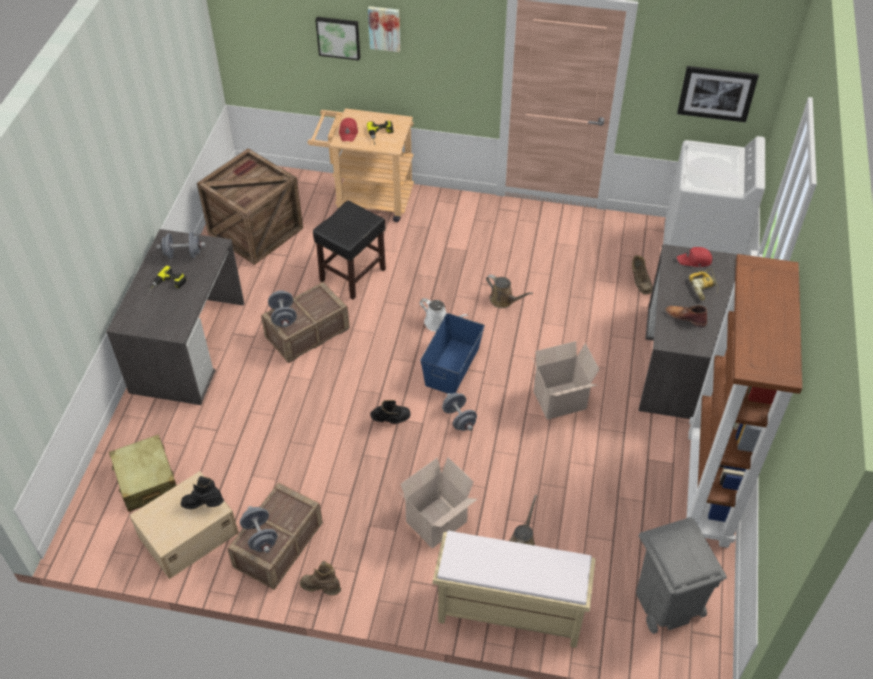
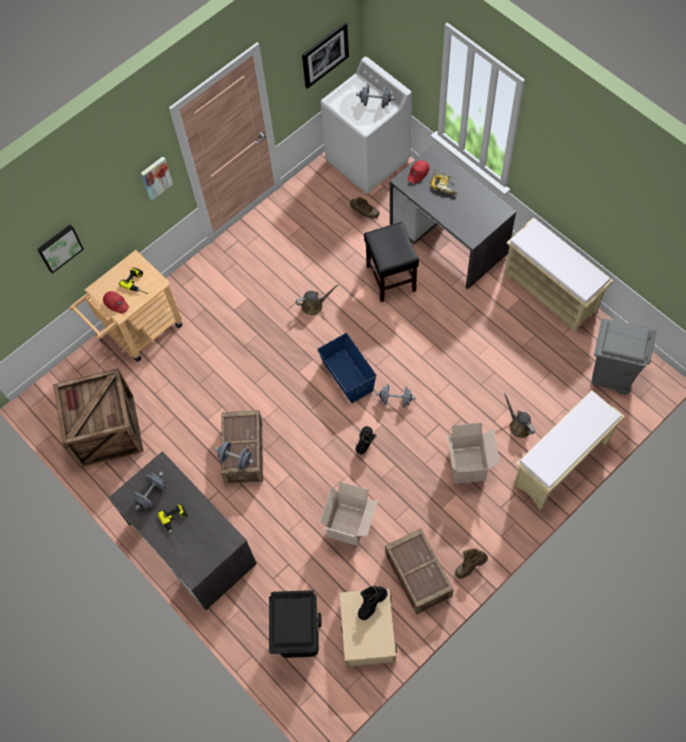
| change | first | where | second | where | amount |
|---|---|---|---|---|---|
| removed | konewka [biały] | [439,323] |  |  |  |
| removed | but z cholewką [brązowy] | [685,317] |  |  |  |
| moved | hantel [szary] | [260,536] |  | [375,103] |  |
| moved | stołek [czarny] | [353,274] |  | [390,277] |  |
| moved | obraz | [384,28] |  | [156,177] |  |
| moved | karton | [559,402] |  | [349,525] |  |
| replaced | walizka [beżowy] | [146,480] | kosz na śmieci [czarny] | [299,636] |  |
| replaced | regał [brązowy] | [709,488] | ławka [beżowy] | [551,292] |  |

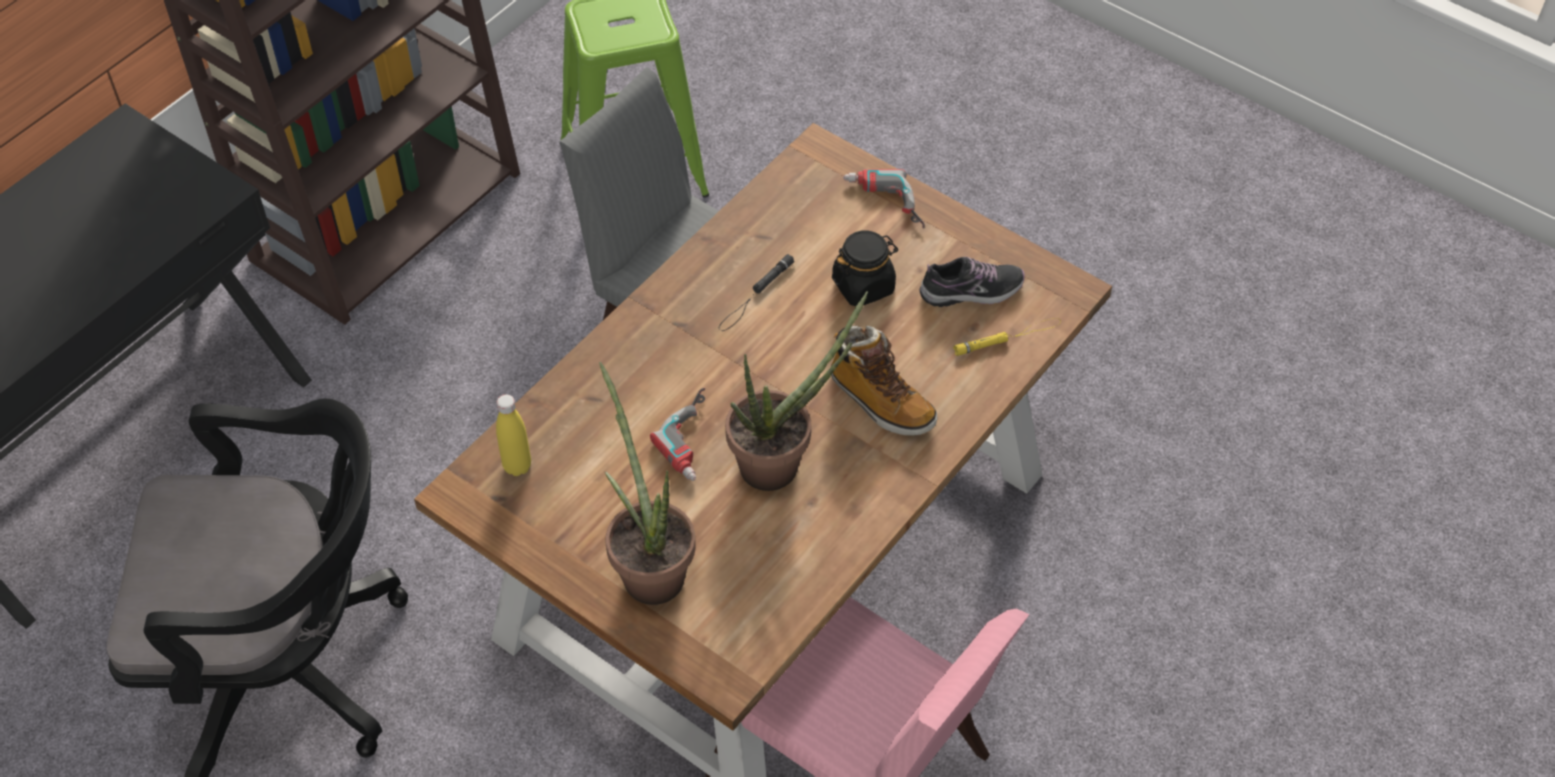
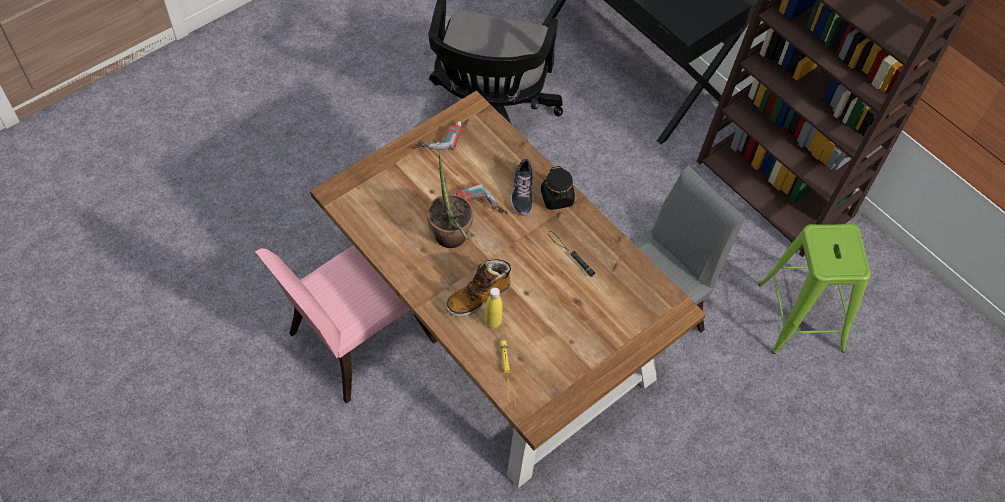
| change | first | where | second | where | amount |
|---|---|---|---|---|---|
| removed | roślina doniczkowa | [649,567] |  |  |  |
| moved | butelka [żółty] | [517,466] |  | [493,322] |  |
| moved | słoik [czarny] | [863,286] |  | [557,198] |  |
| moved | wiertarka | [883,205] |  | [437,137] |  |
| moved | but | [971,291] |  | [522,193] |  |

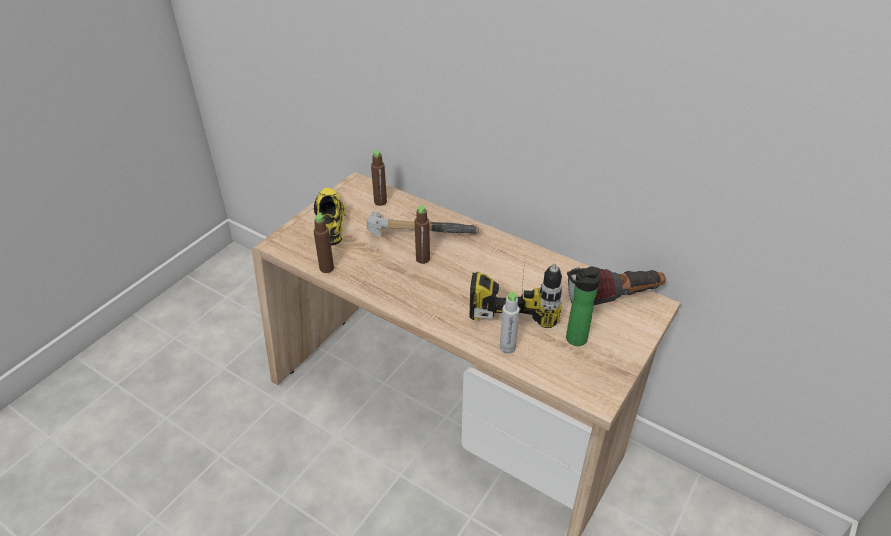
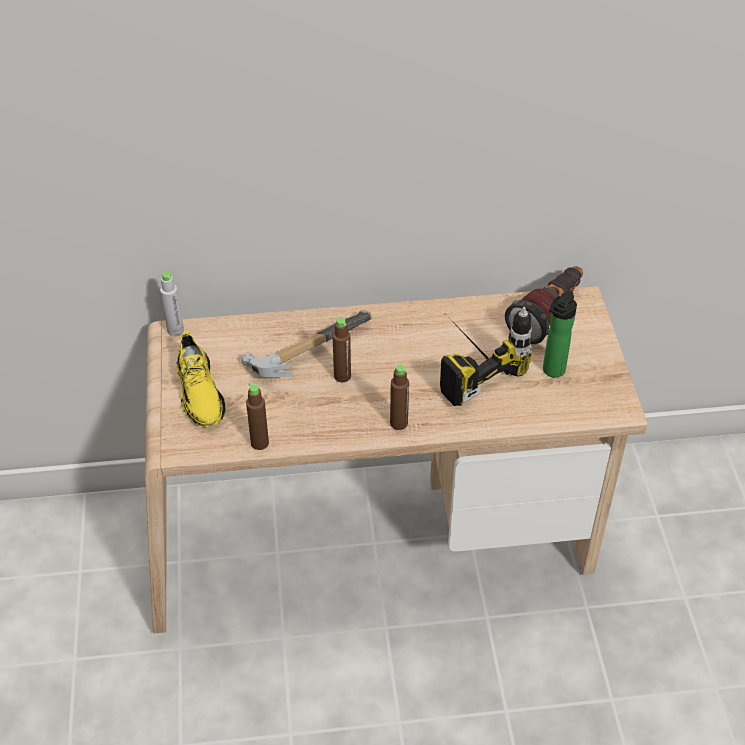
| change | first | where | second | where | amount |
|---|---|---|---|---|---|
| moved | butelka [brązowy] | [380,201] |  | [398,423] |  |
| moved | butelka [szary] | [507,347] |  | [175,330] |  |
| turned | but [żółty] | [330,221] |  | [199,392] | 150 degrees counterclockwise |

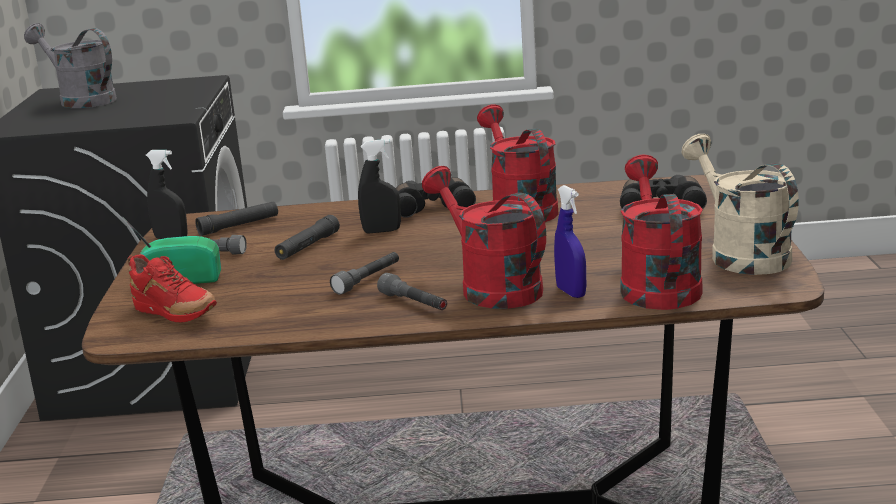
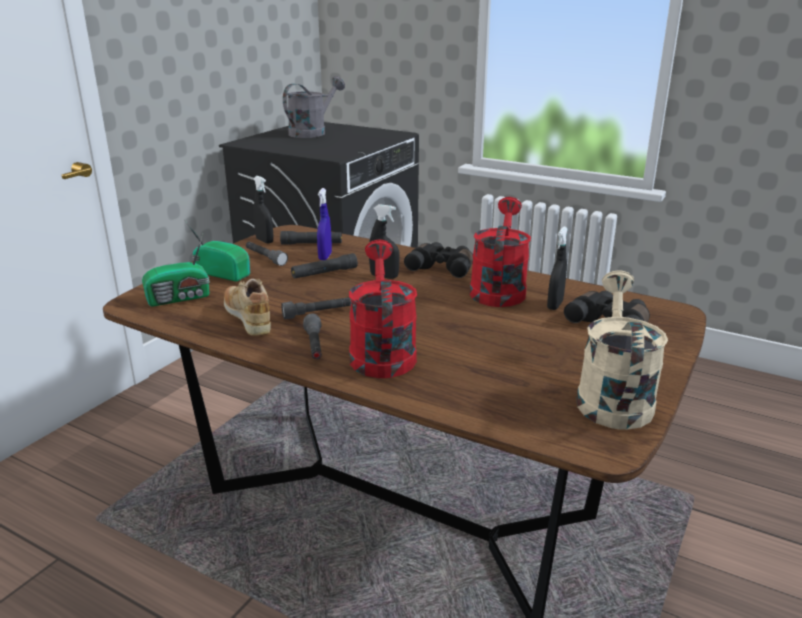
| change | first | where | second | where | amount |
|---|---|---|---|---|---|
| removed | konewka [czerwony] | [657,285] |  |  |  |
| added |  |  | but [beżowy] | [248,319] |  |
| added |  |  | spryskiwacz [czarny] | [555,305] |  |
| moved | spryskiwacz [niebieski] | [571,292] |  | [325,256] |  |
| replaced | but [czerwony] | [175,315] | radio | [180,298] |  |
| turned | konewka [szary] | [81,100] |  | [312,132] | 60 degrees clockwise |

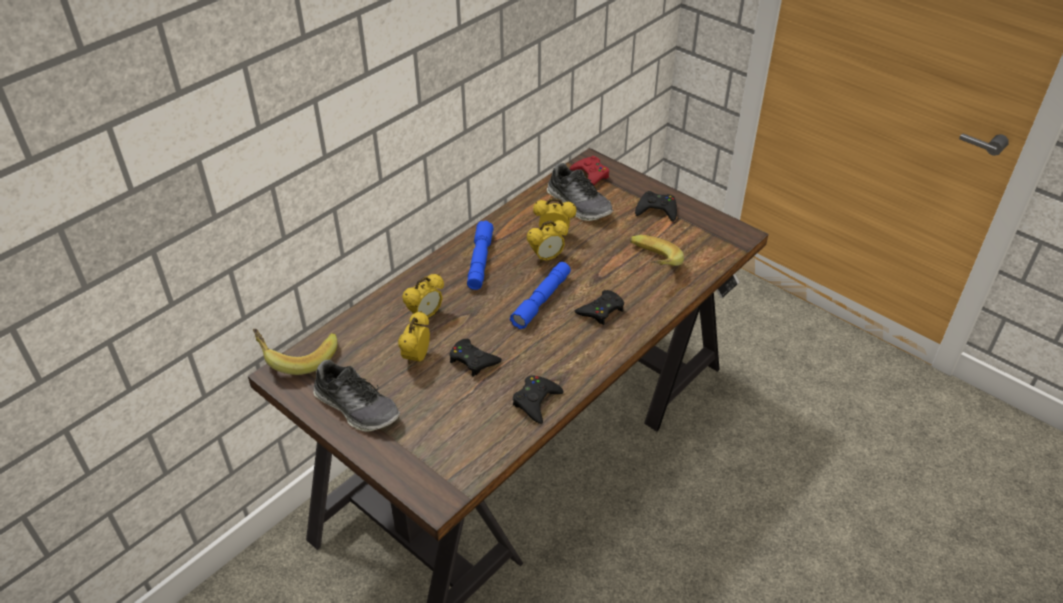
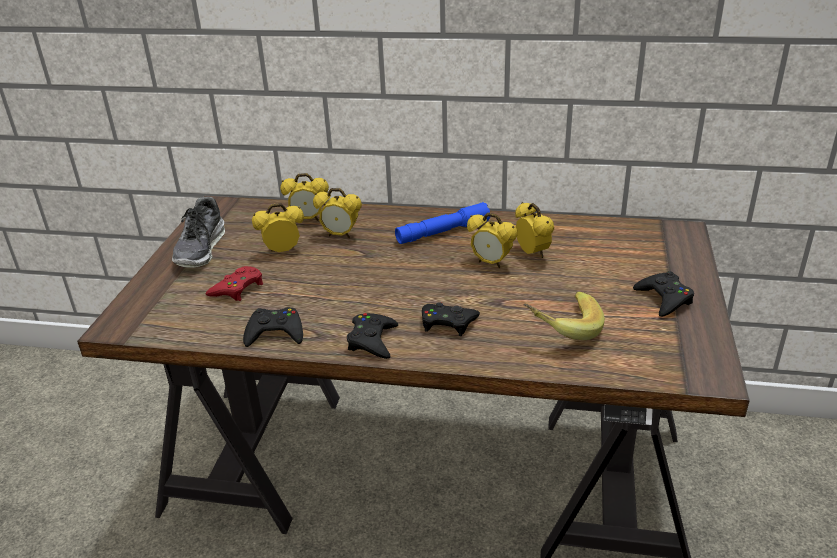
| change | first | where | second | where | amount |
|---|---|---|---|---|---|
| removed | banan | [297,356] |  |  |  |
| removed | latarka [niebieski] | [541,300] |  |  |  |
| removed | but | [579,204] |  |  |  |
| added |  |  | budzik | [308,219] |  |
| moved | pad do gier [czarny] | [473,360] |  | [372,340] |  |
| moved | pad do gier [czerwony] | [590,175] |  | [237,288] |  |

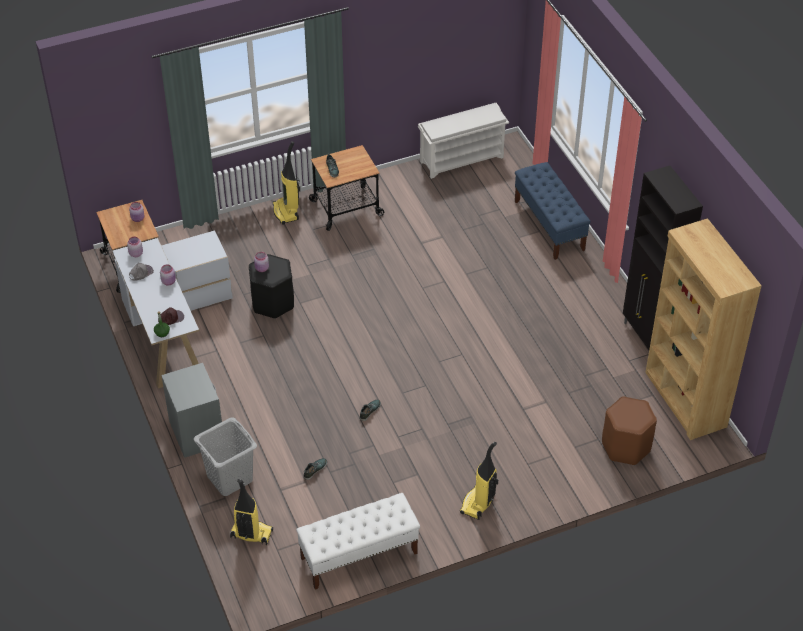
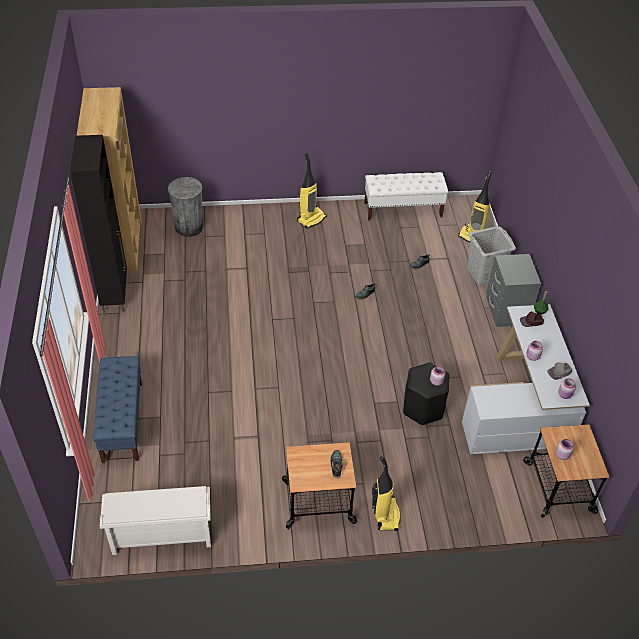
| change | first | where | second | where | amount |
|---|---|---|---|---|---|
| replaced | stołek [brązowy] | [626,446] | kosz na śmieci [szary] | [189,227] |  |

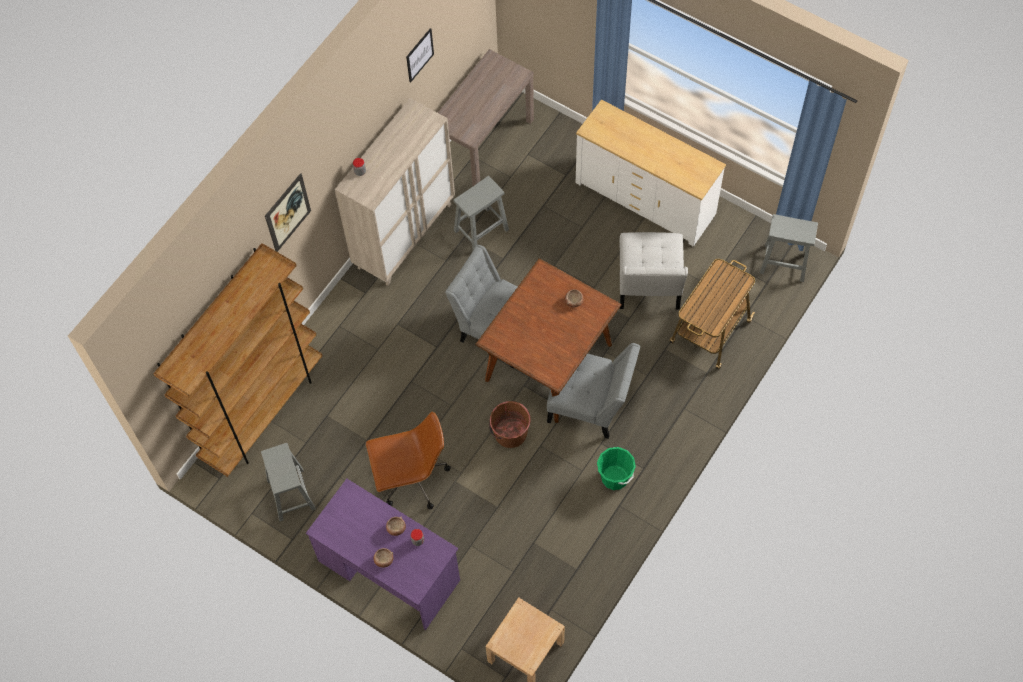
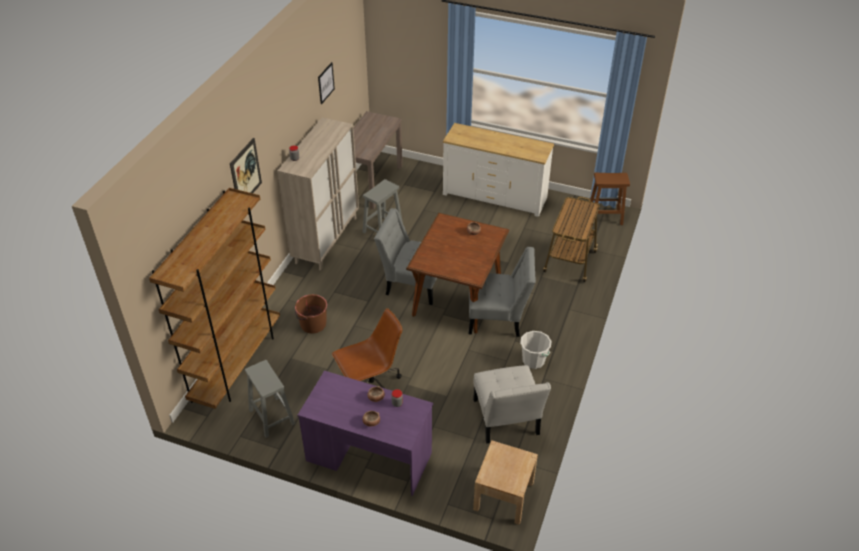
| change | first | where | second | where | amount |
|---|---|---|---|---|---|
| moved | wiadro [brązowy] | [510,433] |  | [312,324] |  |
| moved | krzesło [biały] | [648,287] |  | [506,421] |  |
| recoloured | wiadro [zielony] | [615,477] | wiadro [biały] | [533,361] |  |
| recoloured | stołek [szary] | [783,262] | stołek [brązowy] | [604,217] |  |

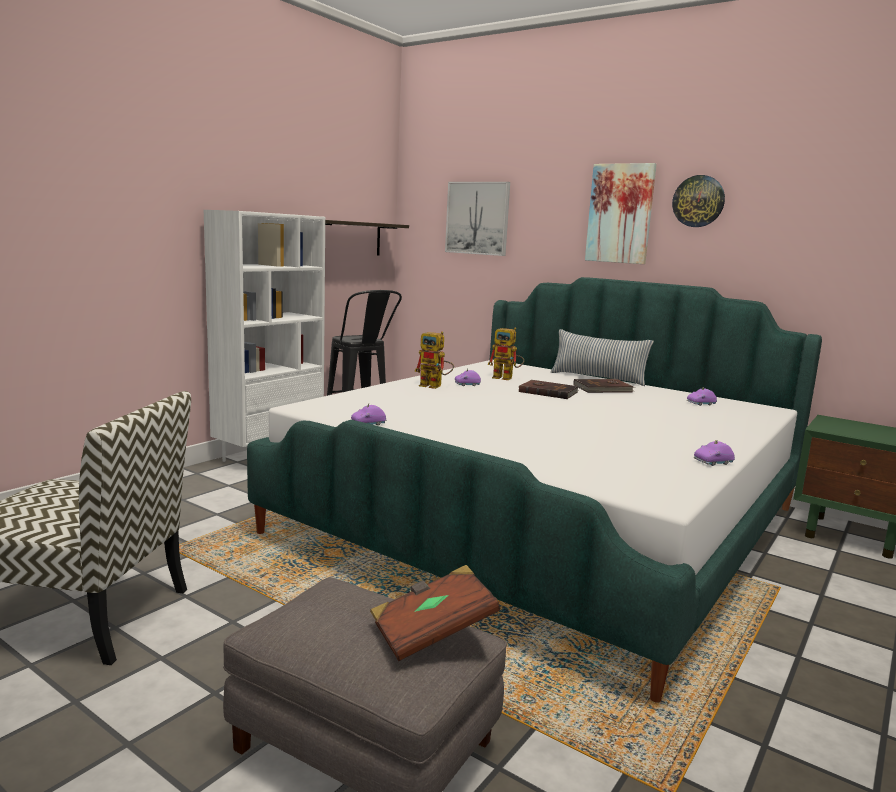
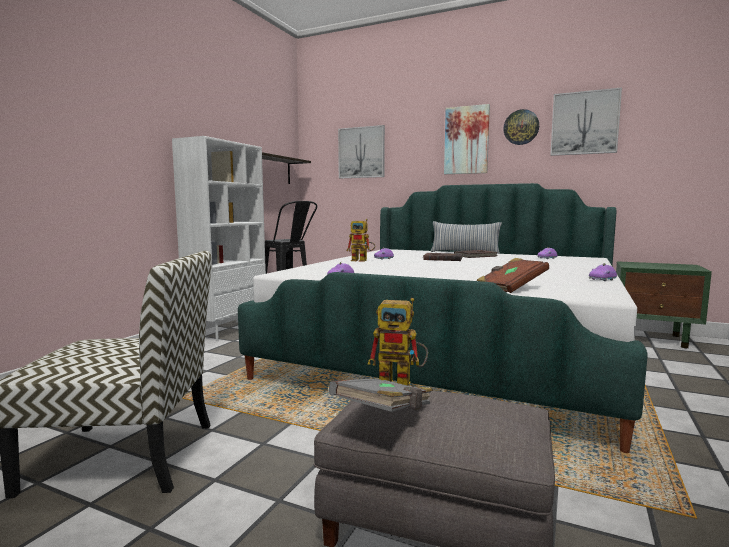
| change | first | where | second | where | amount |
|---|---|---|---|---|---|
| added |  |  | książka [szary] | [385,414] |  |
| added |  |  | obraz | [584,123] |  |
| moved | książka [brązowy] | [432,632] |  | [511,288] |  |
| moved | robot zabawkowy | [507,378] |  | [402,384] |  |

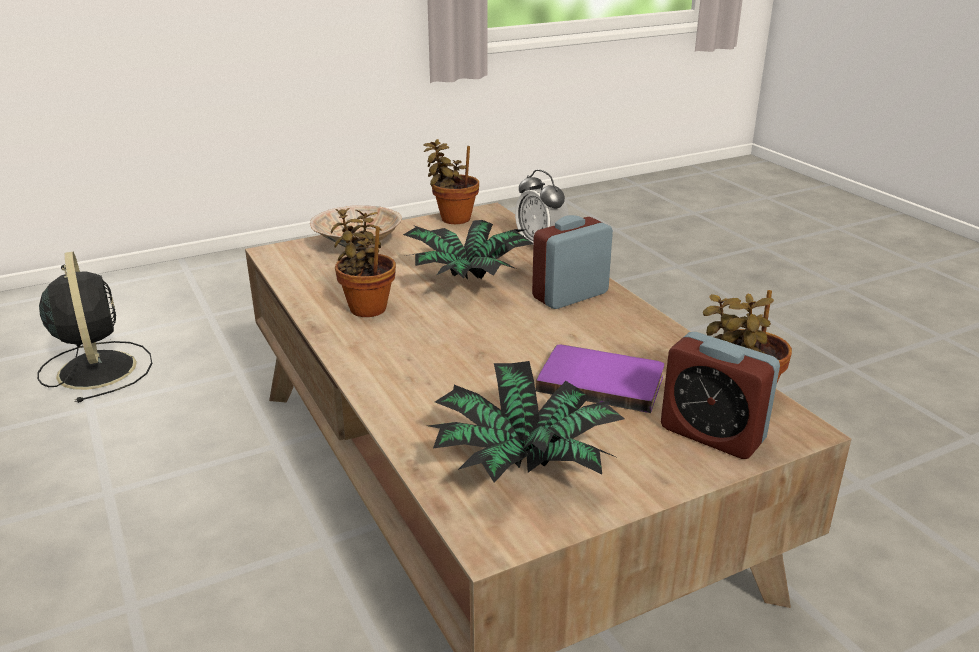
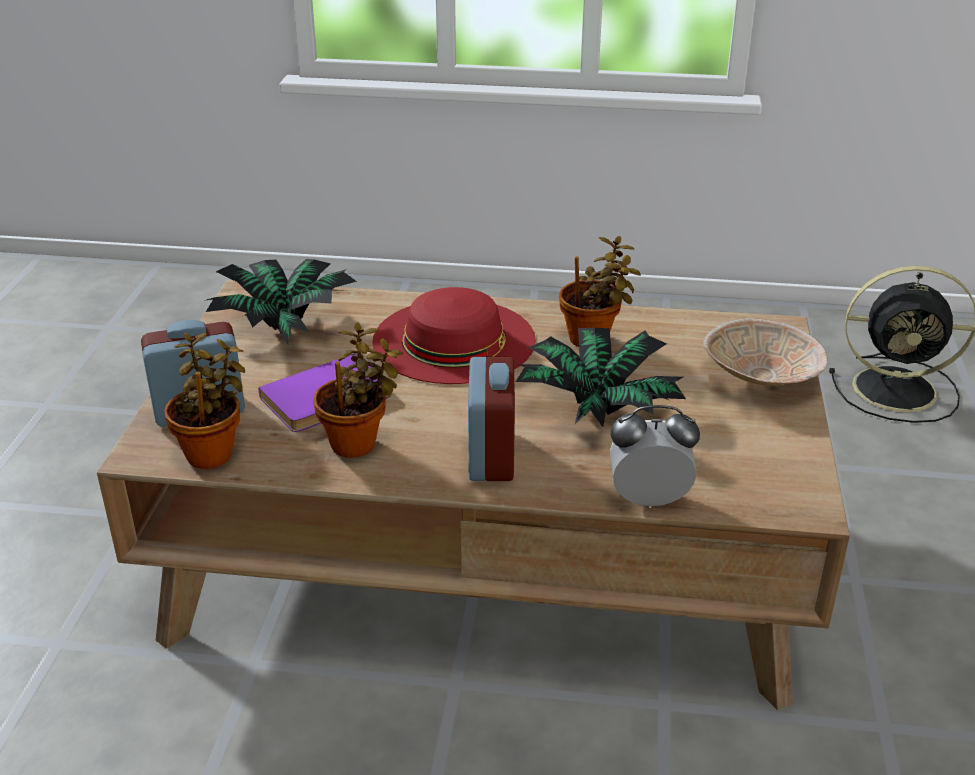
| change | first | where | second | where | amount |
|---|---|---|---|---|---|
| added |  |  | kapelusz [czerwony] | [454,340] |  |
| moved | roślina doniczkowa | [452,218] |  | [358,443] |  |

